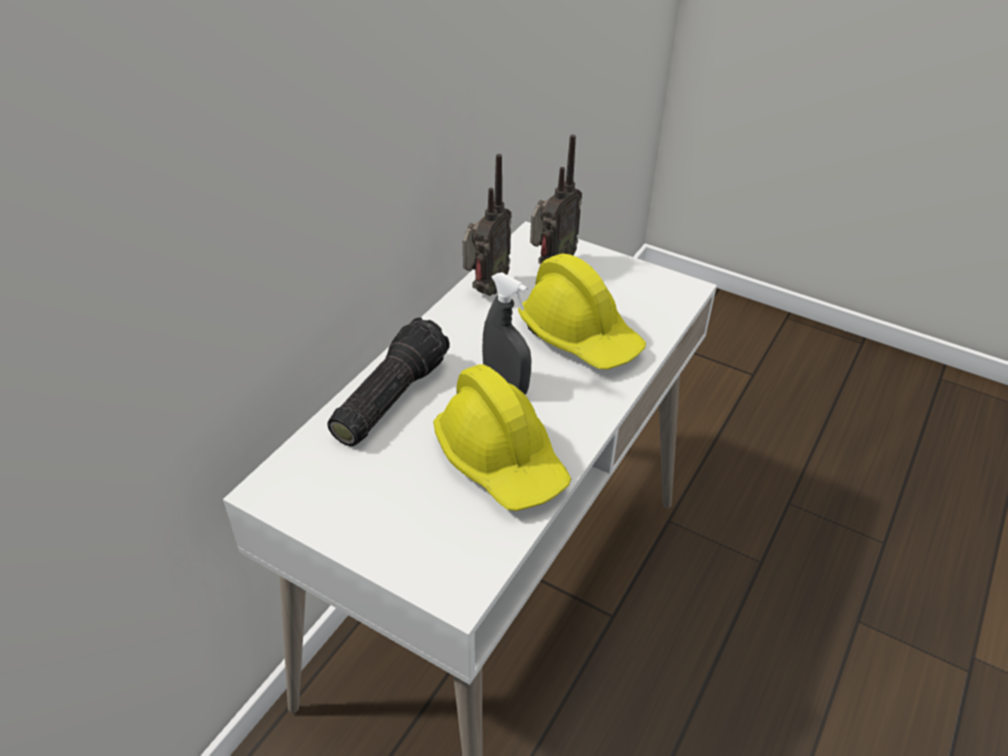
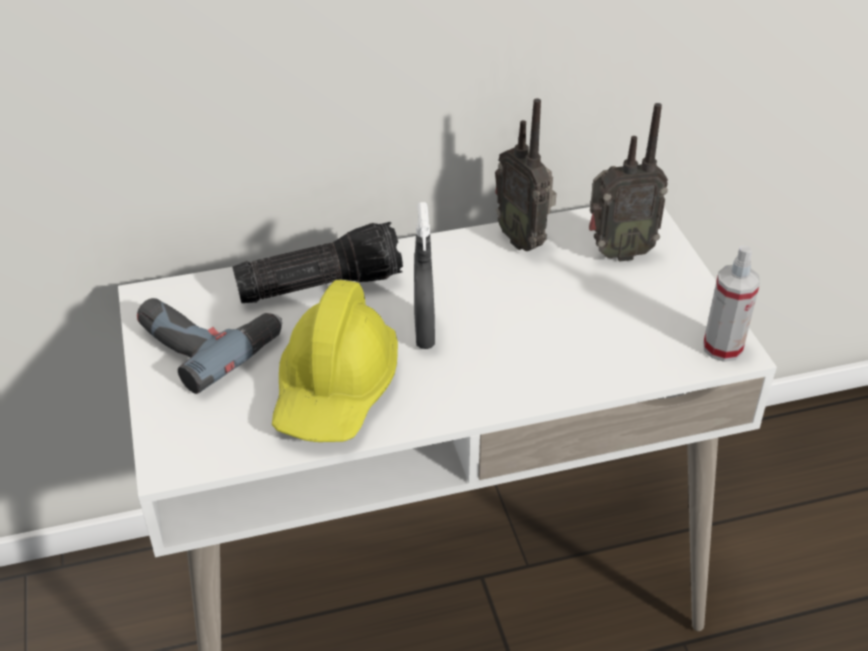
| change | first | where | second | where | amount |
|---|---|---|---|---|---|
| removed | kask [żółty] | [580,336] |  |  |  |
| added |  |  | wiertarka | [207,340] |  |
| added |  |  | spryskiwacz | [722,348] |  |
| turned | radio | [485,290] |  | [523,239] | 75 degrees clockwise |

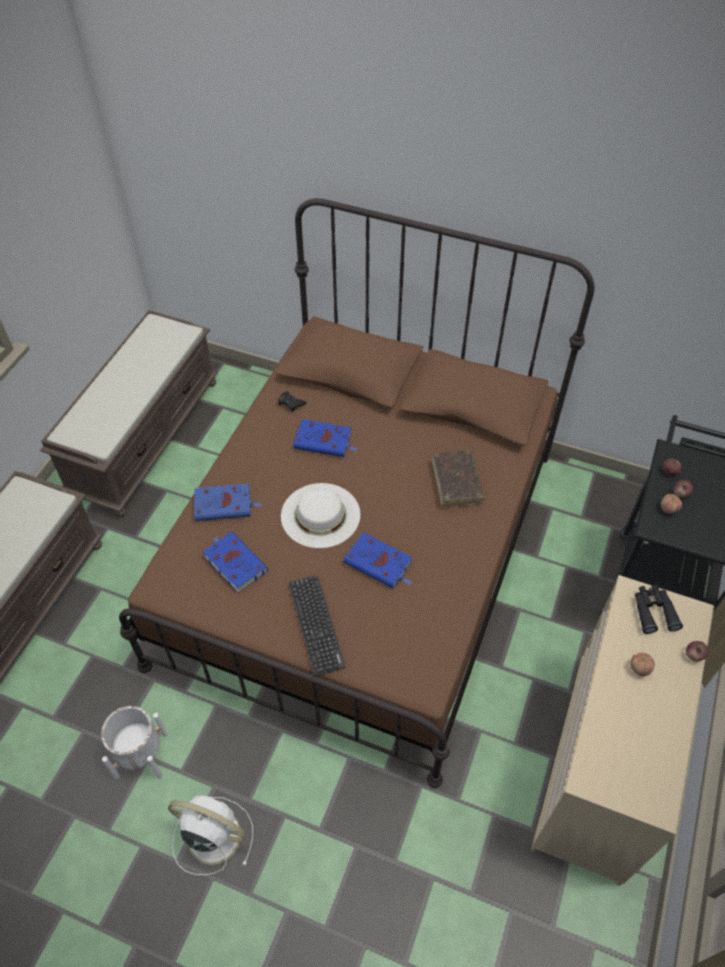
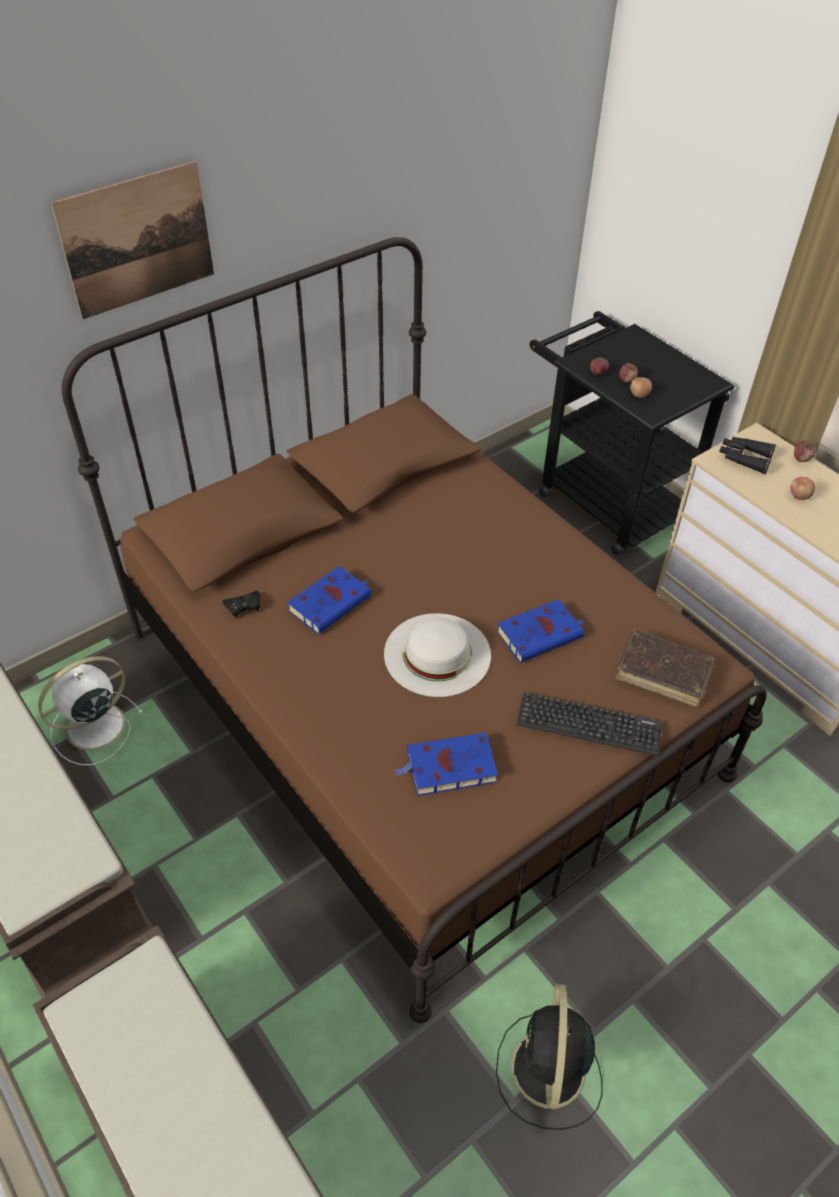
| change | first | where | second | where | amount |
|---|---|---|---|---|---|
| removed | książka [niebieski] | [225,505] |  |  |  |
| added |  |  | obraz | [137,240] |  |
| moved | wentylator [biały] | [211,835] |  | [93,727] |  |
| moved | książka [brązowy] | [456,483] |  | [662,674] |  |
| replaced | donica [biały] | [141,755] | wentylator [czarny] | [548,1072] |  |

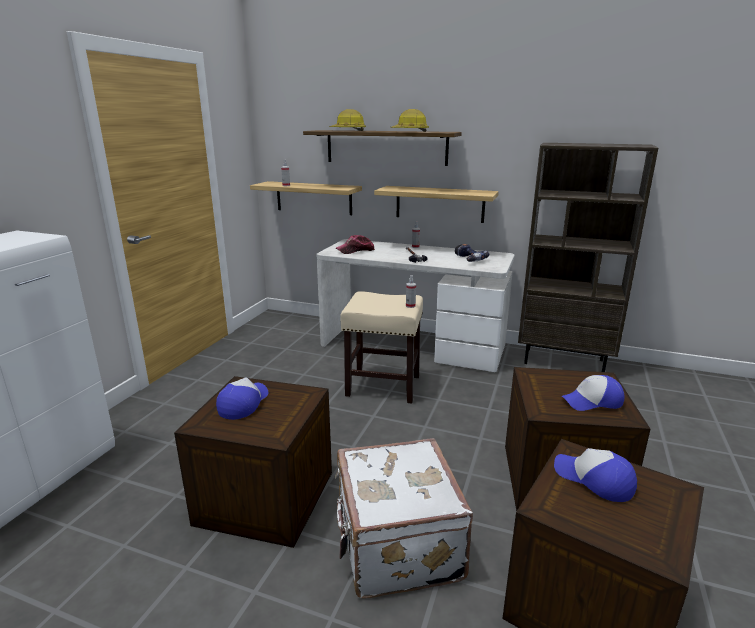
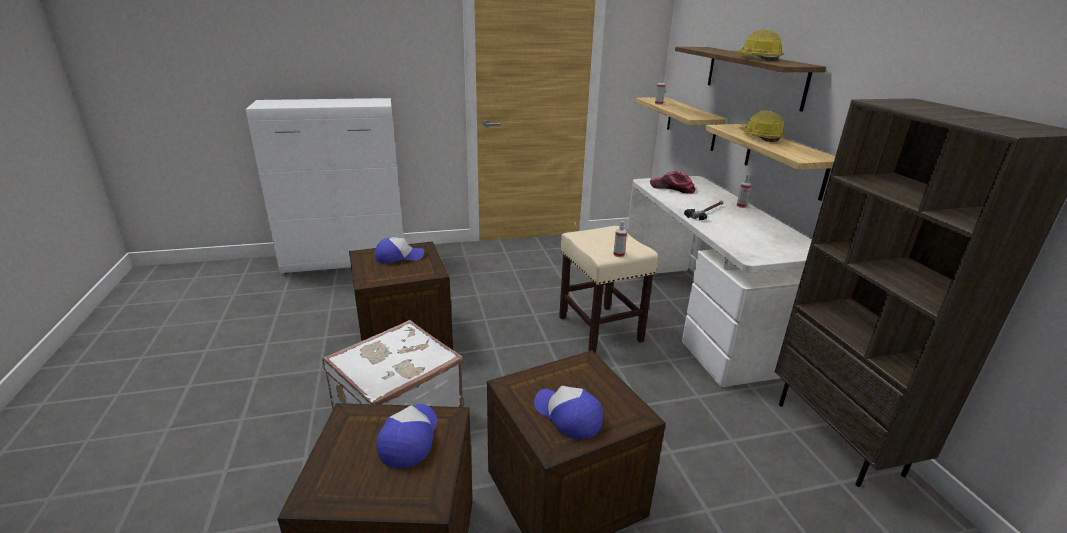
| change | first | where | second | where | amount |
|---|---|---|---|---|---|
| removed | wiertarka | [467,259] |  |  |  |
| moved | kask | [348,130] |  | [760,137] |  |

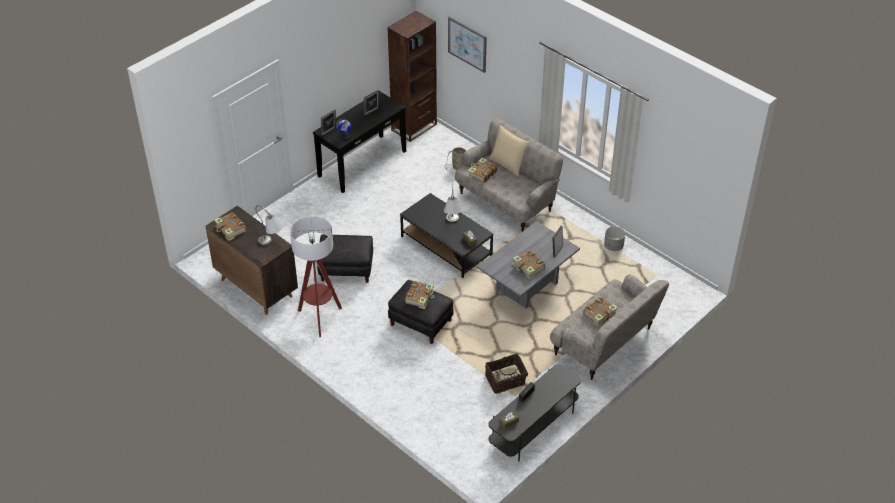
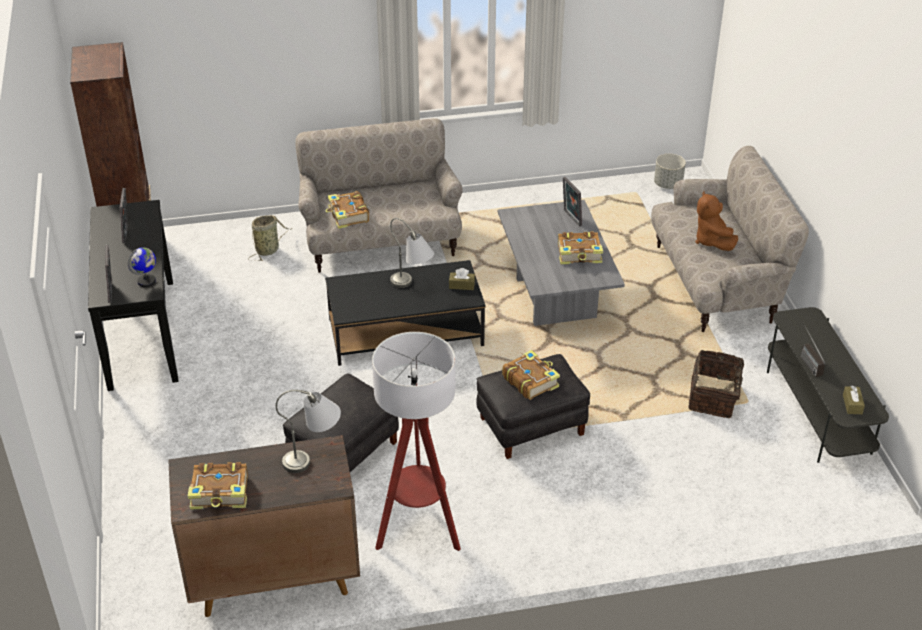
| change | first | where | second | where | amount |
|---|---|---|---|---|---|
| removed | obraz | [467,44] |  |  |  |
| removed | poduszka [beżowy] | [508,164] |  |  |  |
| moved | donica [szary] | [613,246] |  | [668,184] |  |
| replaced | książka | [600,314] | pluszak [brązowy] | [712,241] |  |

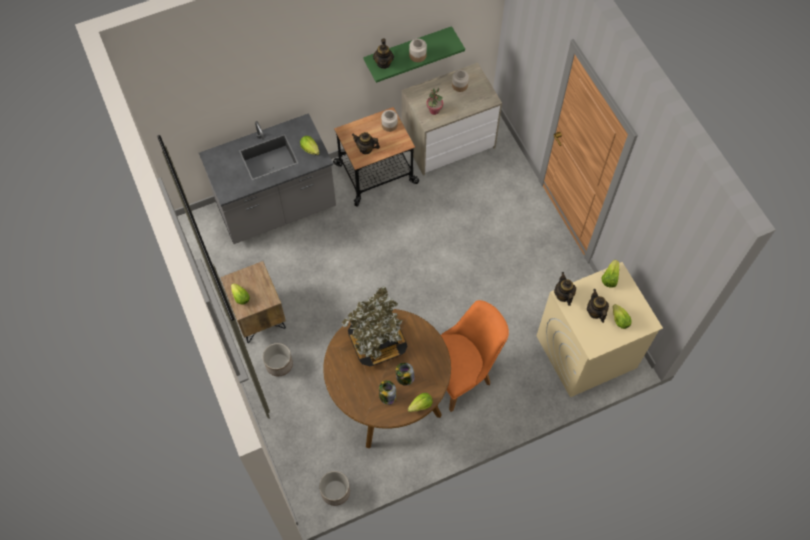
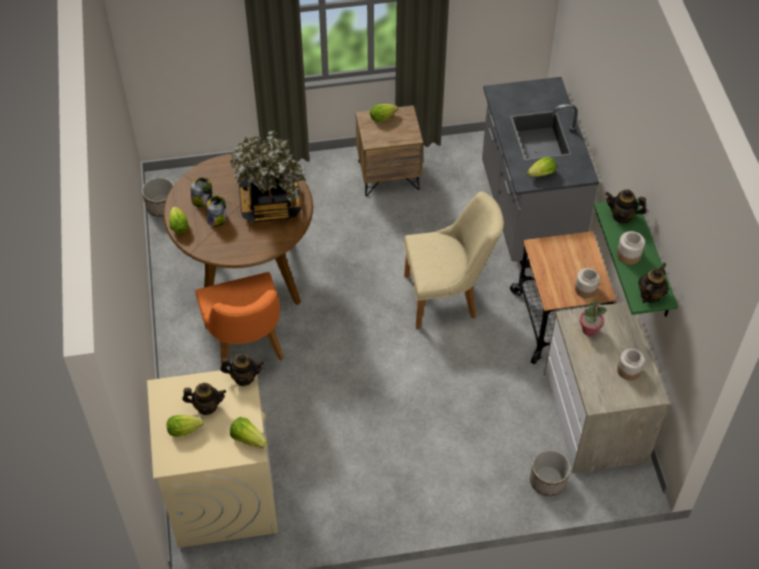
| change | first | where | second | where | amount |
|---|---|---|---|---|---|
| added |  |  | krzesło [beżowy] | [448,296] |  |
| moved | donica | [279,364] |  | [548,480] |  |
| moved | imbryk | [366,149] |  | [650,295] |  |

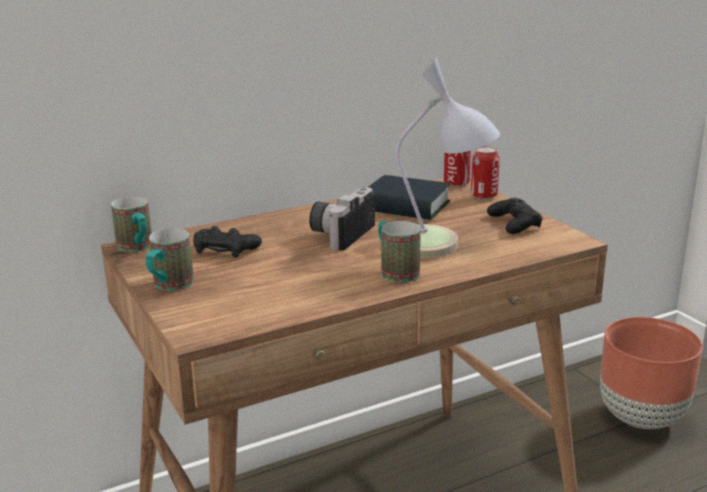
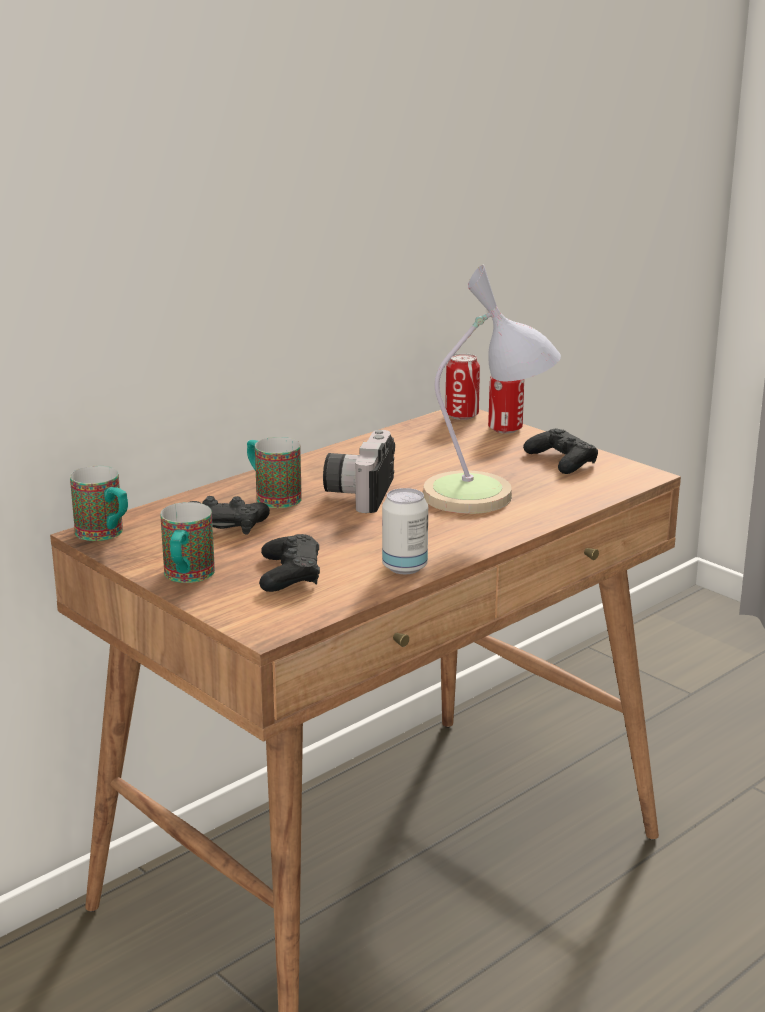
| change | first | where | second | where | amount |
|---|---|---|---|---|---|
| removed | książka | [406,206] |  |  |  |
| removed | donica [brązowy] | [642,417] |  |  |  |
| added |  |  | pad do gier [czarny] | [290,574] |  |
| added |  |  | puszka | [404,567] |  |
| moved | kubek | [395,271] |  | [272,496] |  |

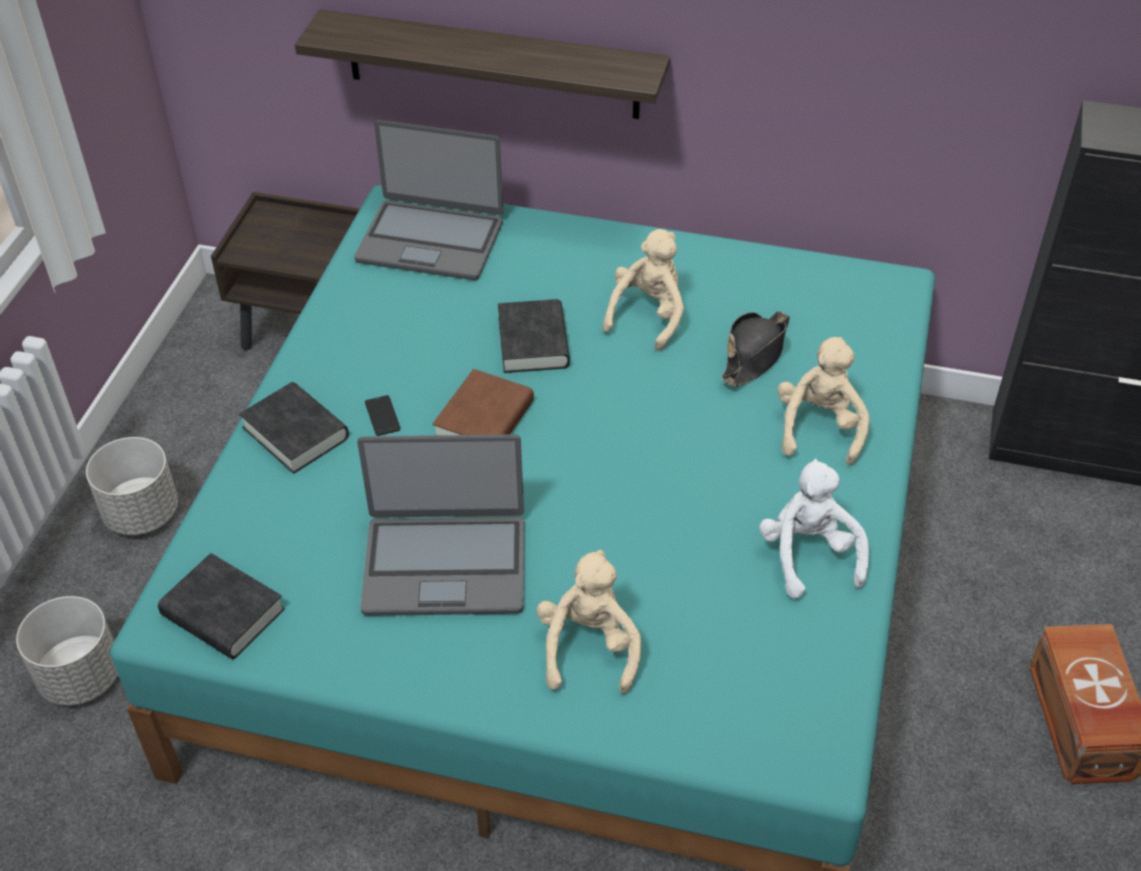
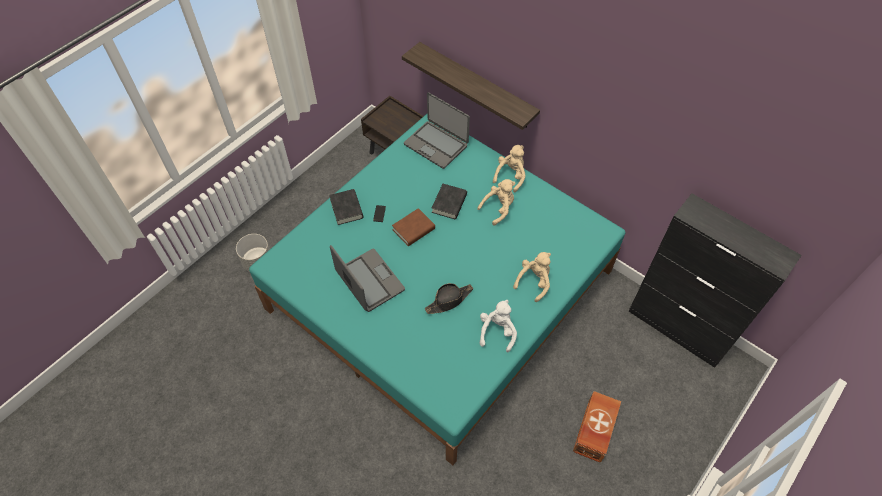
| change | first | where | second | where | amount |
|---|---|---|---|---|---|
| removed | donica [szary] | [142,513] |  |  |  |
| removed | książka [czarny] | [223,613] |  |  |  |
| moved | pluszak [beżowy] | [589,648] |  | [510,176] |  |
| moved | kapelusz [czarny] | [755,354] |  | [449,300] |  |
| turned | laptop | [445,564] |  | [369,281] | 150 degrees counterclockwise |

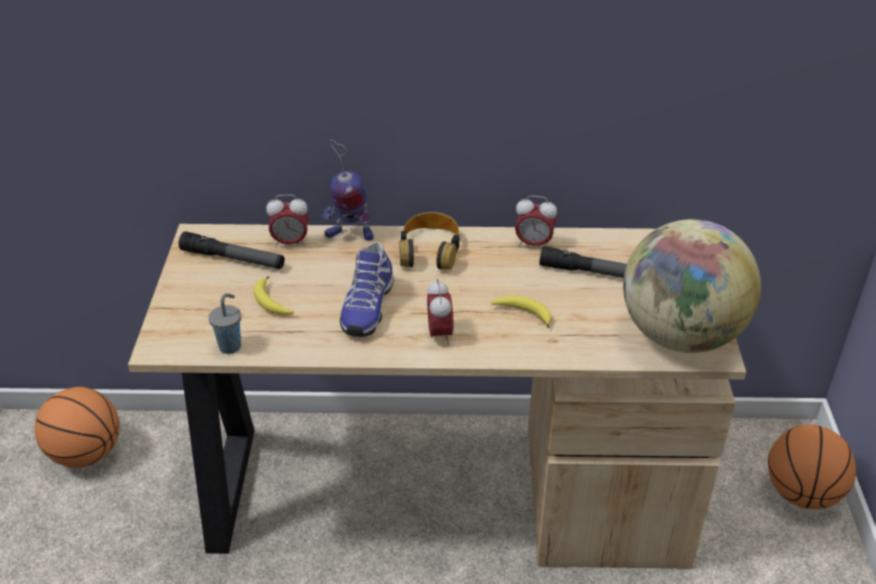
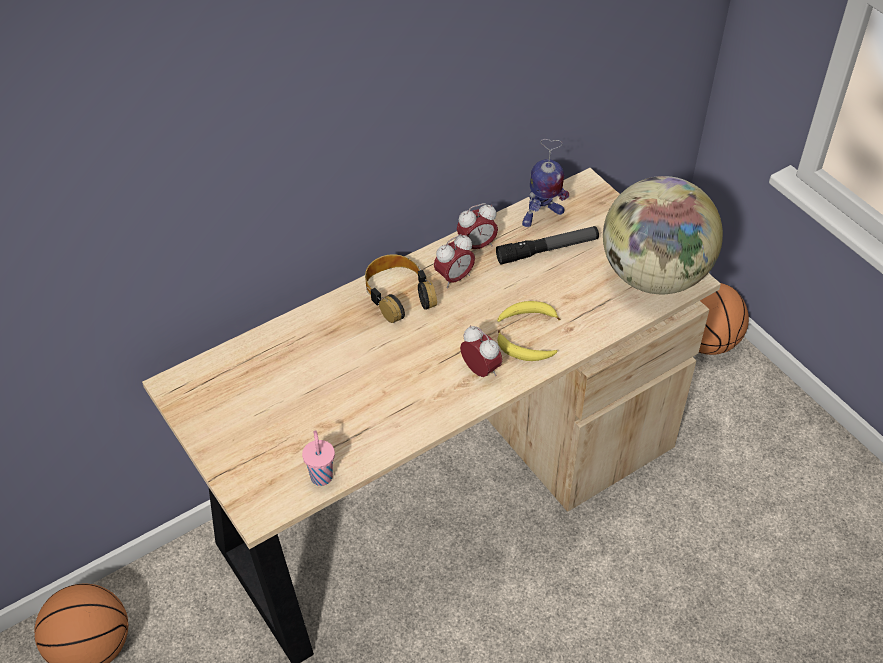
| change | first | where | second | where | amount |
|---|---|---|---|---|---|
| removed | latarka | [233,259] |  |  |  |
| removed | but | [366,308] |  |  |  |
| moved | banan | [271,302] |  | [524,352] |  |
| moved | budzik | [290,243] |  | [454,278] |  |
| moved | robot zabawkowy | [349,235] |  | [541,216] |  |
| recoloured | filiżanka [szary] | [231,346] | filiżanka [różowy] | [321,475] |  |

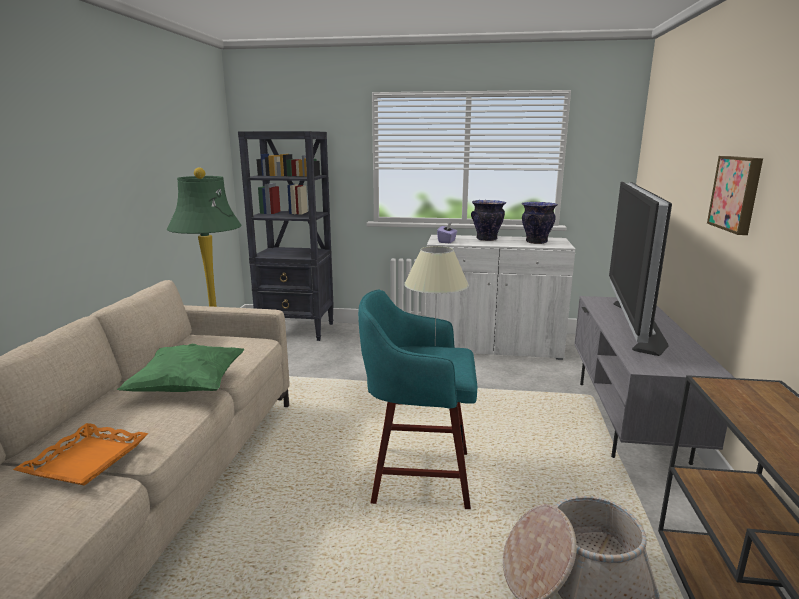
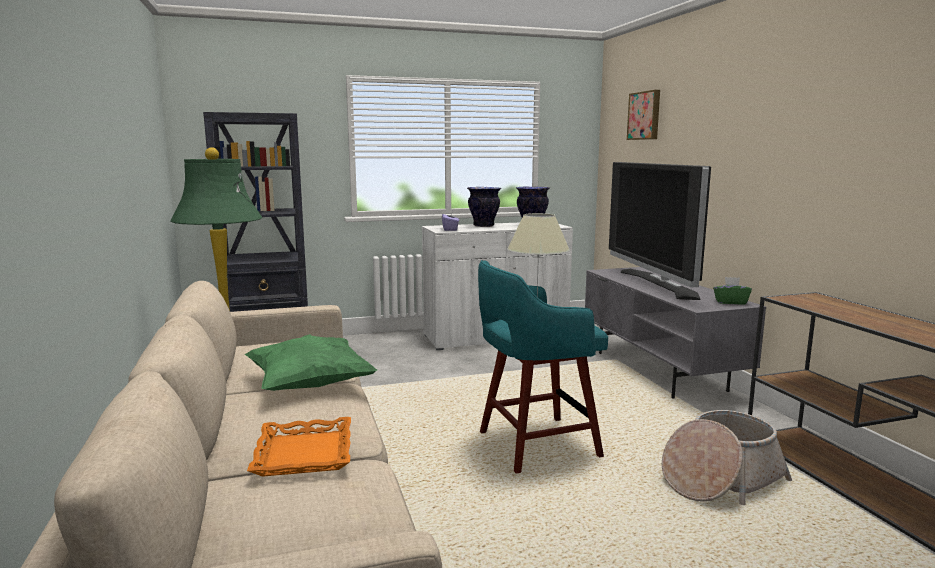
| change | first | where | second | where | amount |
|---|---|---|---|---|---|
| added |  |  | pudełko chusteczek [zielony] | [730,302] |  |
| moved | obraz | [737,193] |  | [645,115] |  |

